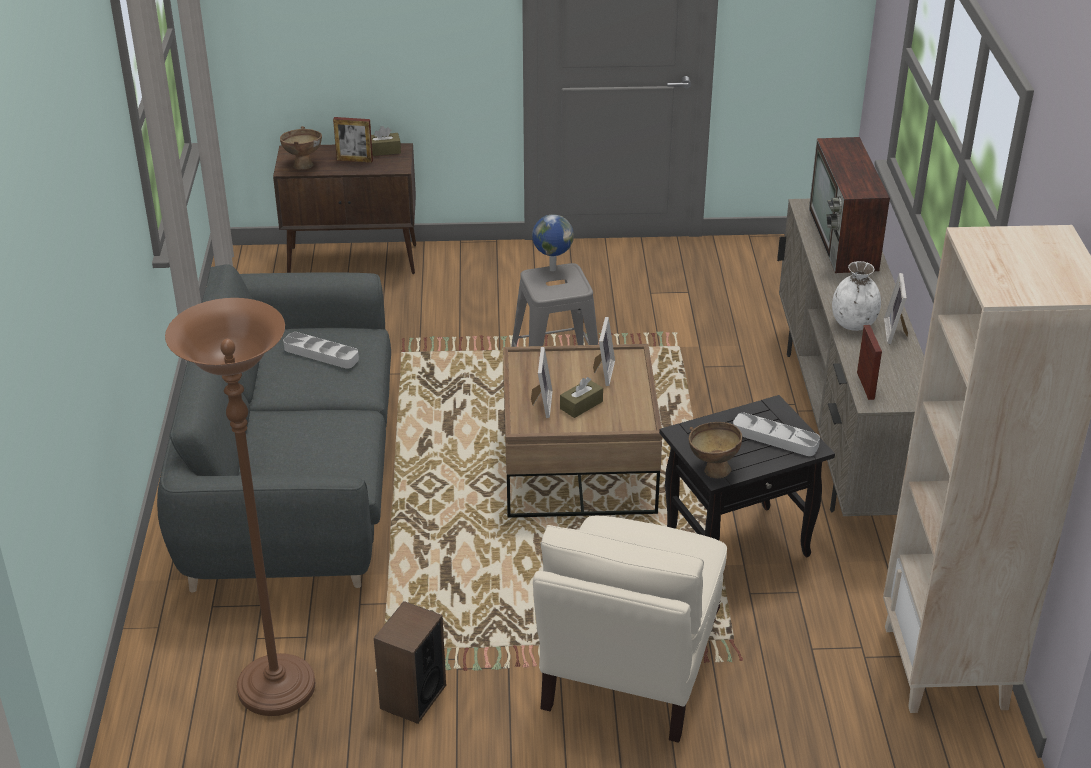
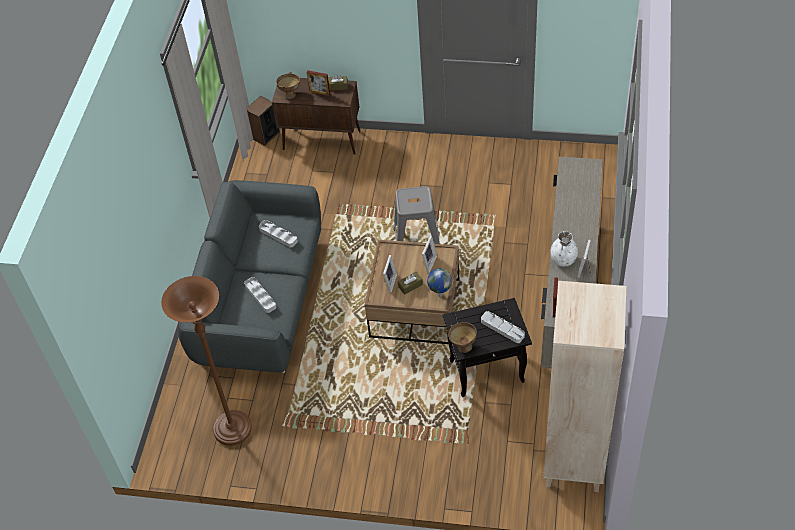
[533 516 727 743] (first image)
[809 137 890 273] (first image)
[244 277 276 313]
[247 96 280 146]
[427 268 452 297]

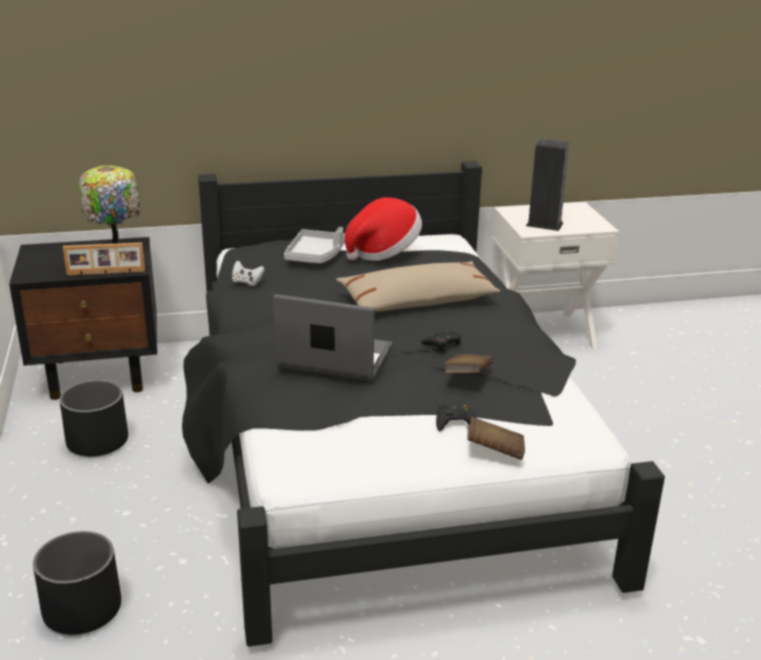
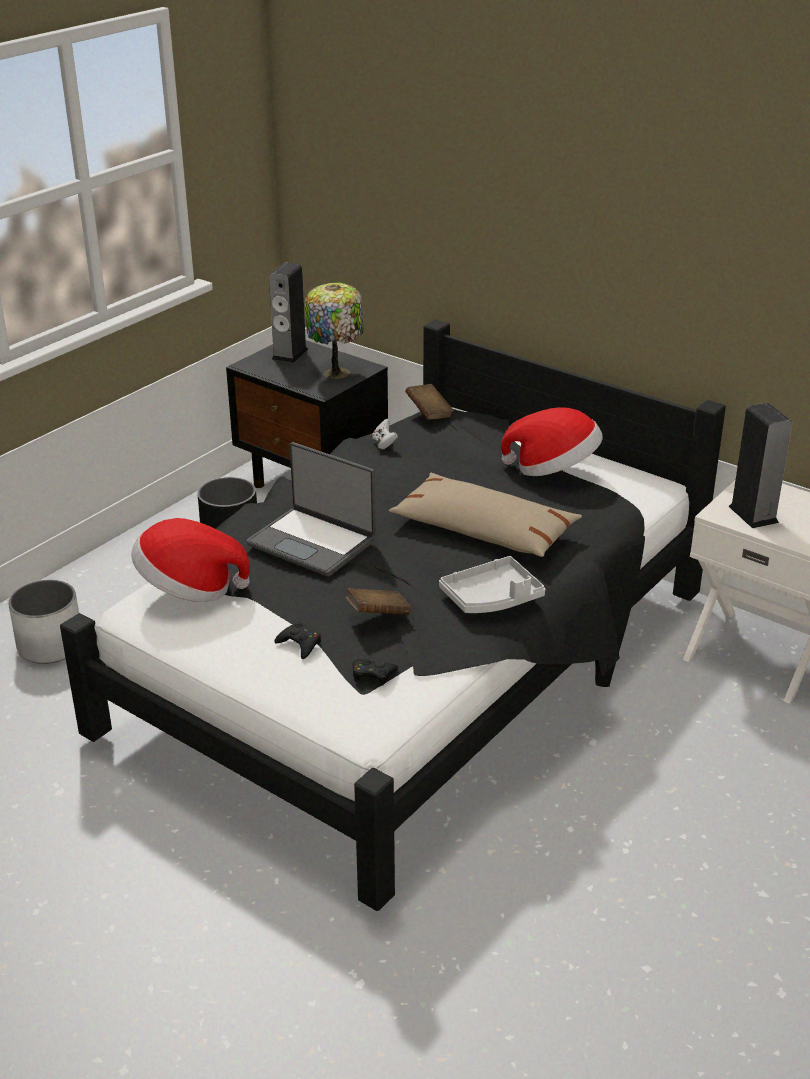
[63 243 145 275] (first image)
[131 518 250 602]
[269 262 308 363]
[439 556 545 613]
[353 659 398 686]
[405 384 454 420]
[8 580 79 664]
[246 442 376 577]

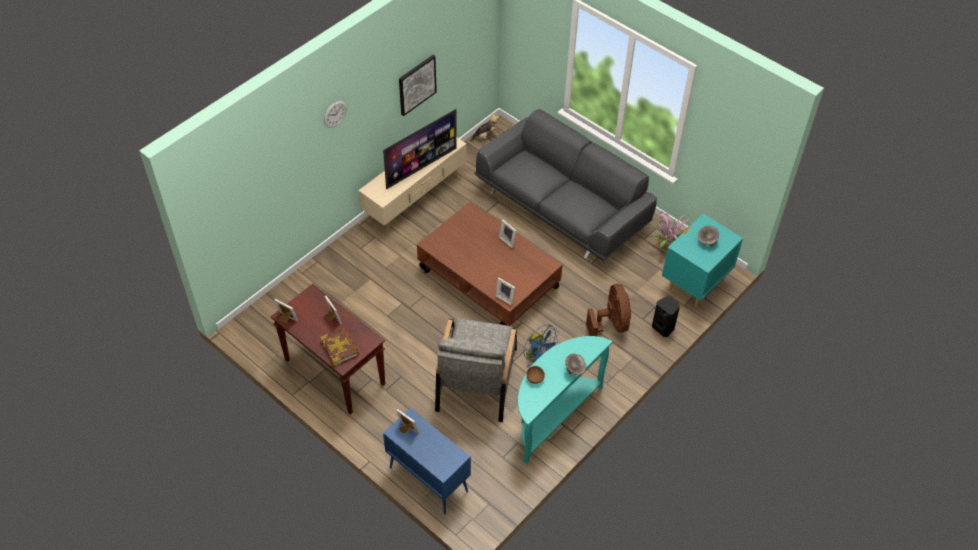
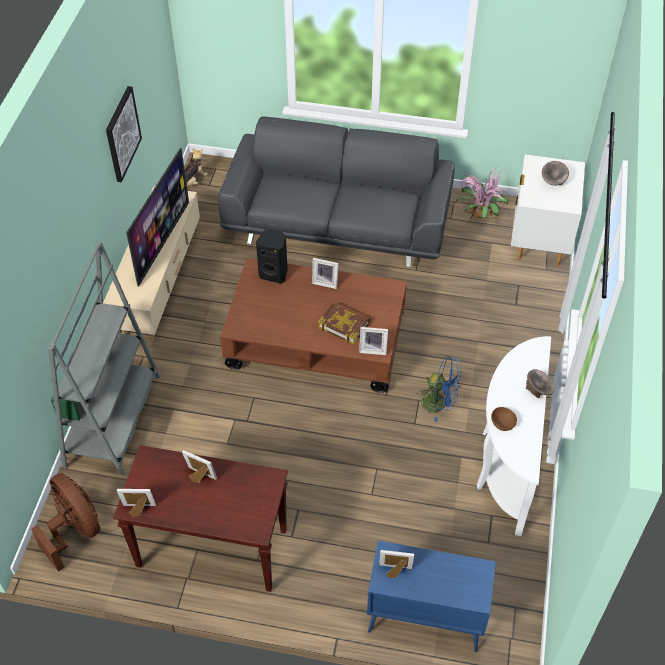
[324 101 346 128] (first image)
[435 319 517 422] (first image)
[48 242 160 476]
[318 302 371 345]
[31 473 100 572]
[256 229 288 284]
[477 336 551 536]
[511 155 585 266]

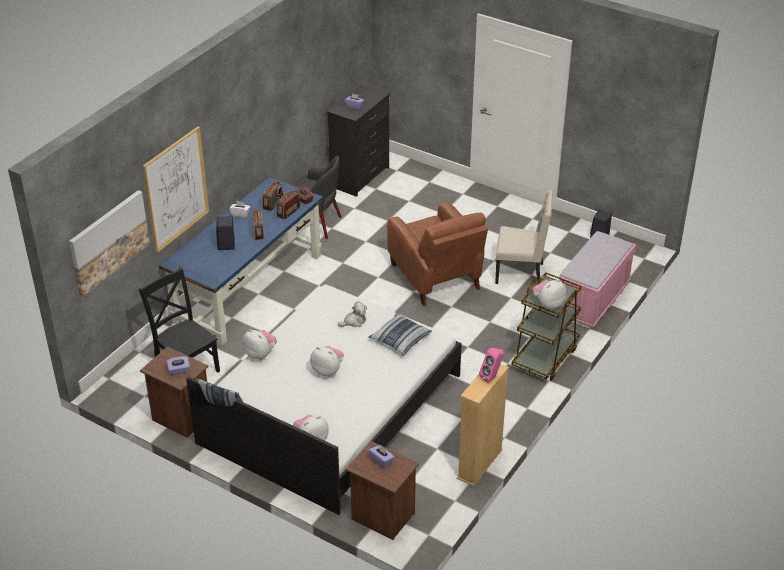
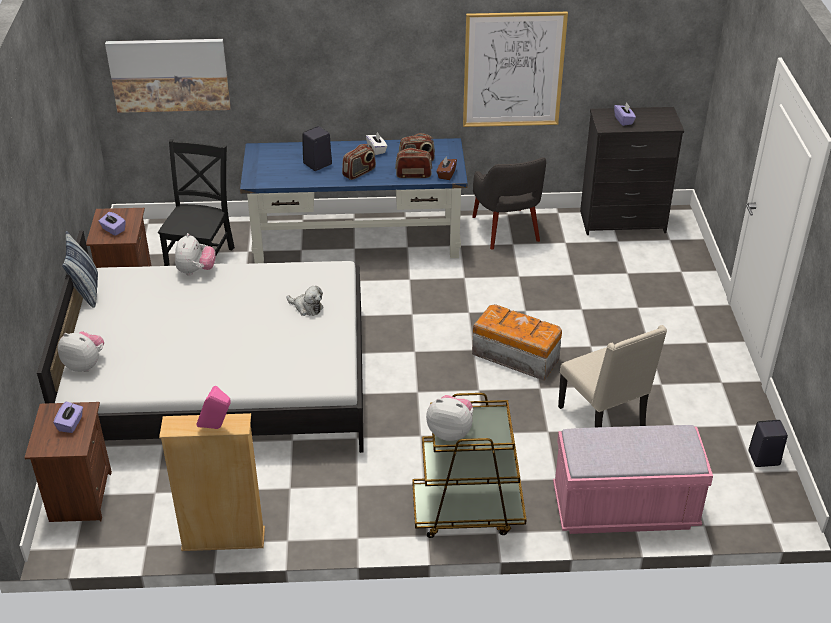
[310 346 344 377] (first image)
[368 313 432 356] (first image)
[463 12 568 127]
[472 304 562 381]

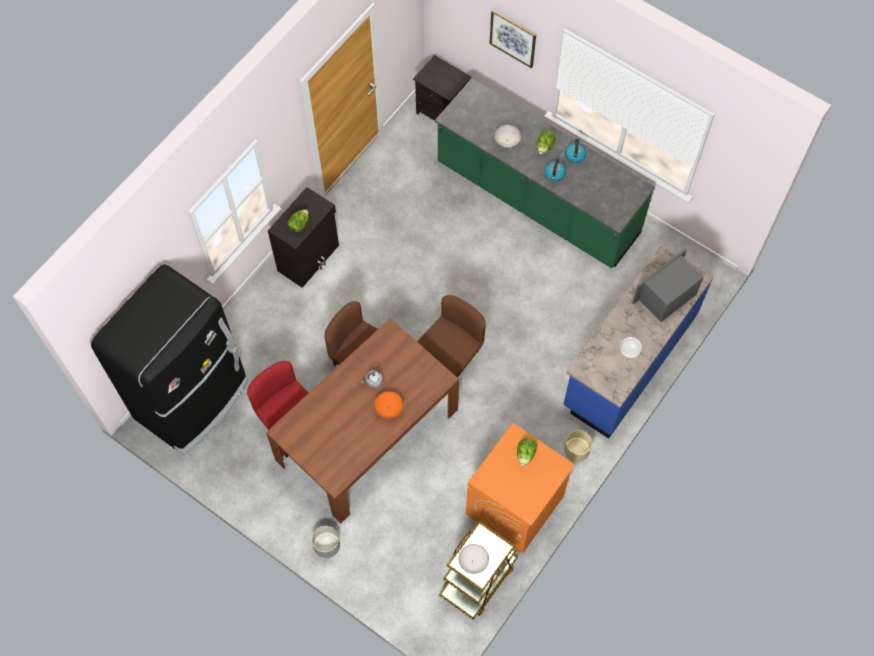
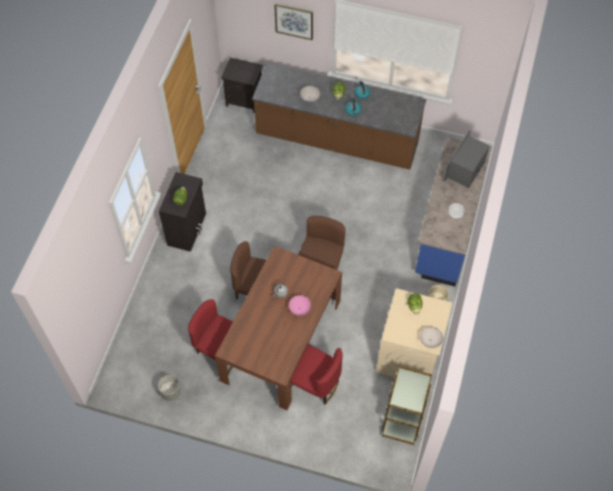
[91 264 249 456] (first image)
[291 344 343 404]
[158 375 181 401]
[420 327 443 348]
[289 295 311 316]
[252 63 426 170]
[376 288 452 377]

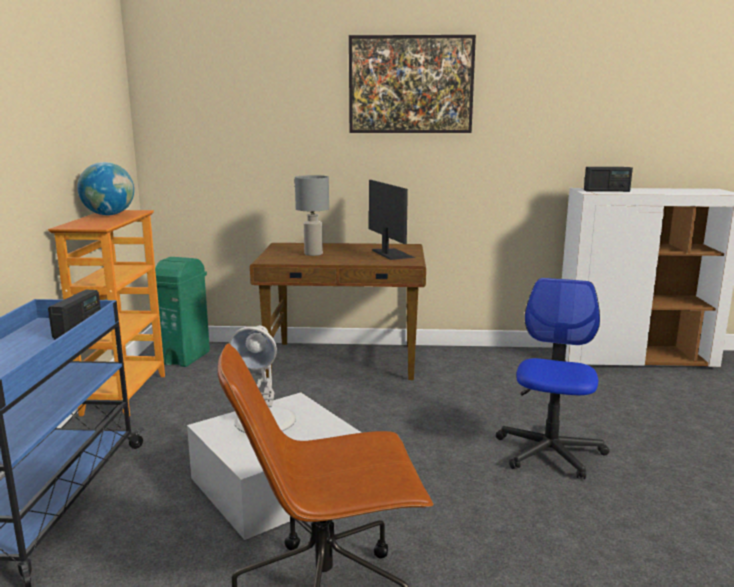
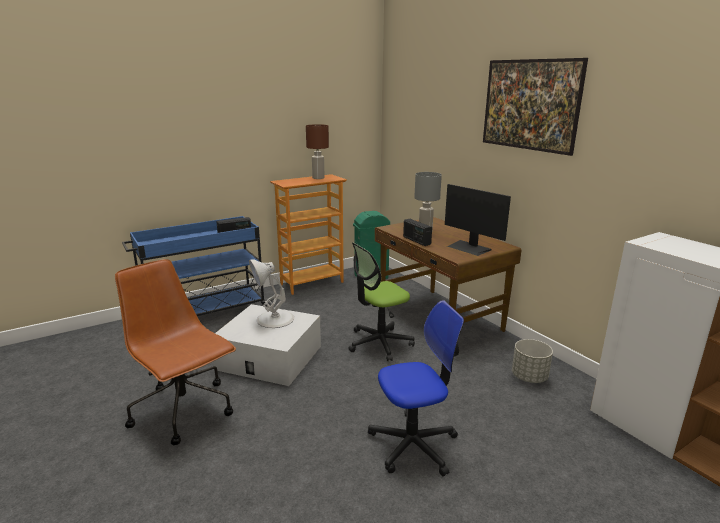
[348 242 415 361]
[512 339 553 383]
[403 219 432 246]
[306 124 329 179]
[445 184 511 256]

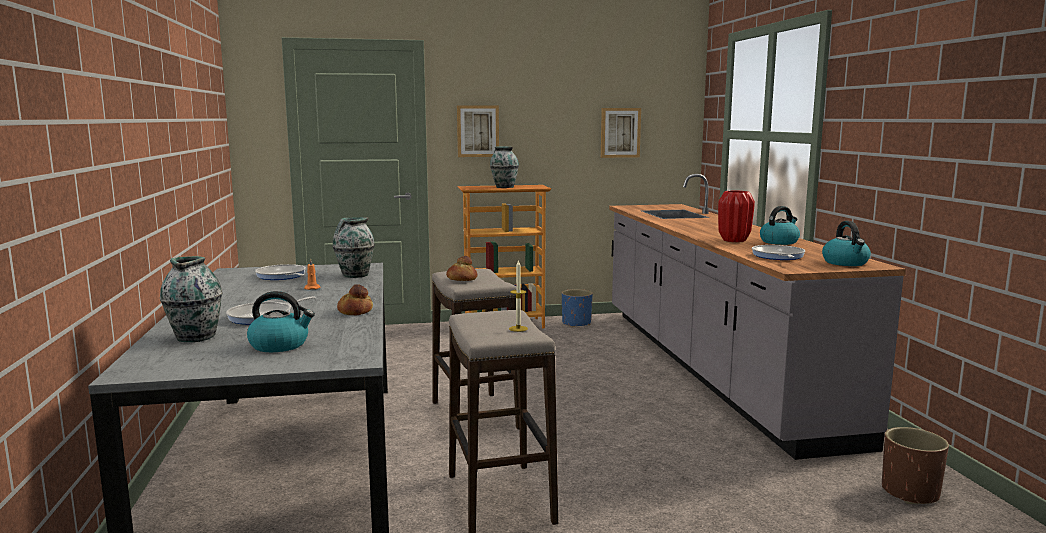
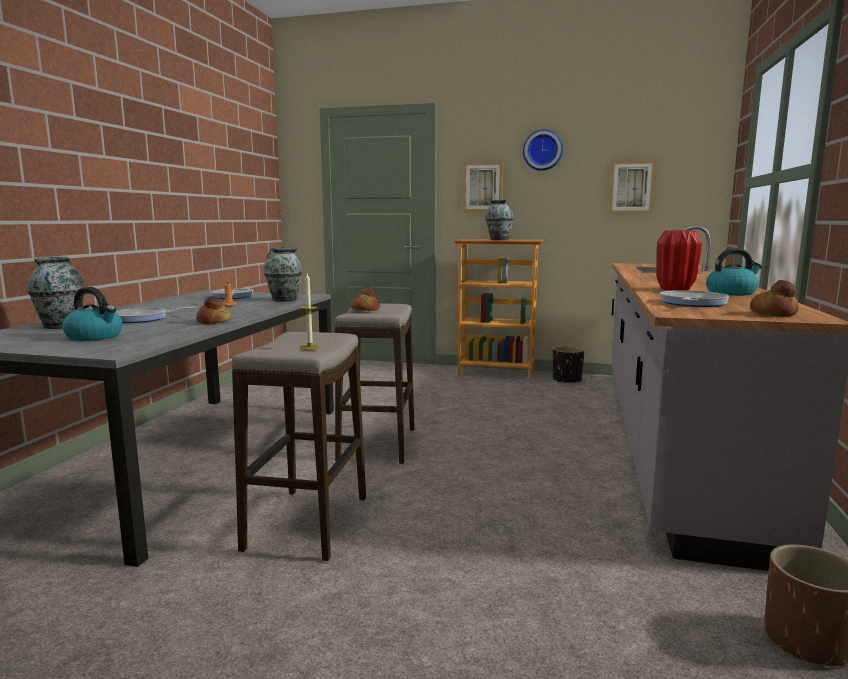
[523 130 563 171]
[750 280 799 317]
[552 346 585 383]

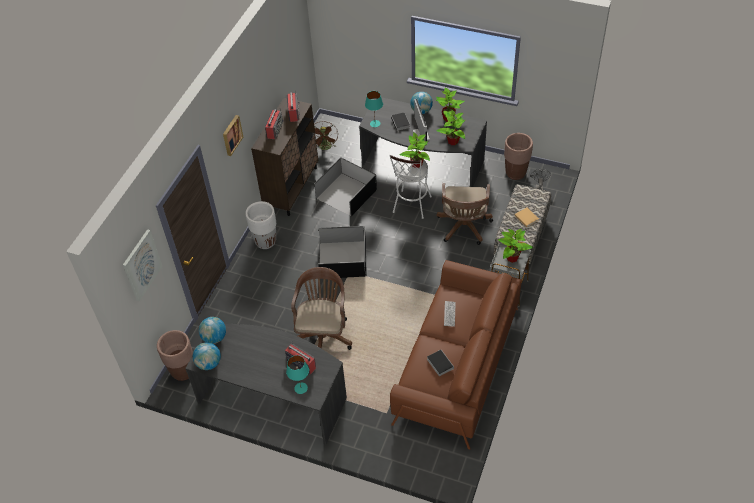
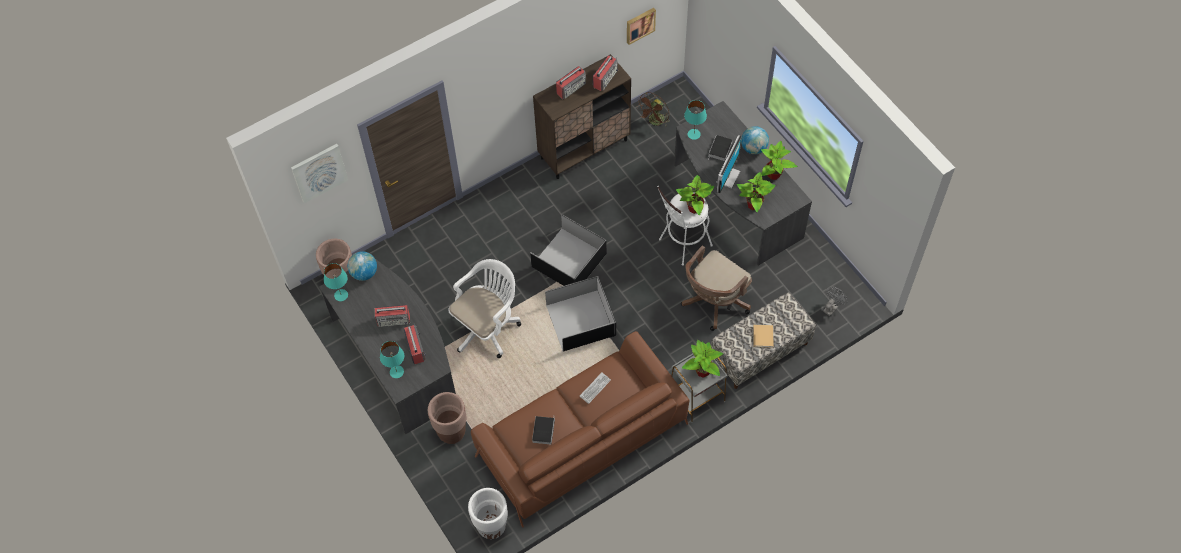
[375 305 410 327]
[627 8 656 45]
[468 488 508 539]
[545 276 616 352]
[428 392 466 444]
[324 263 348 301]
[448 259 521 358]

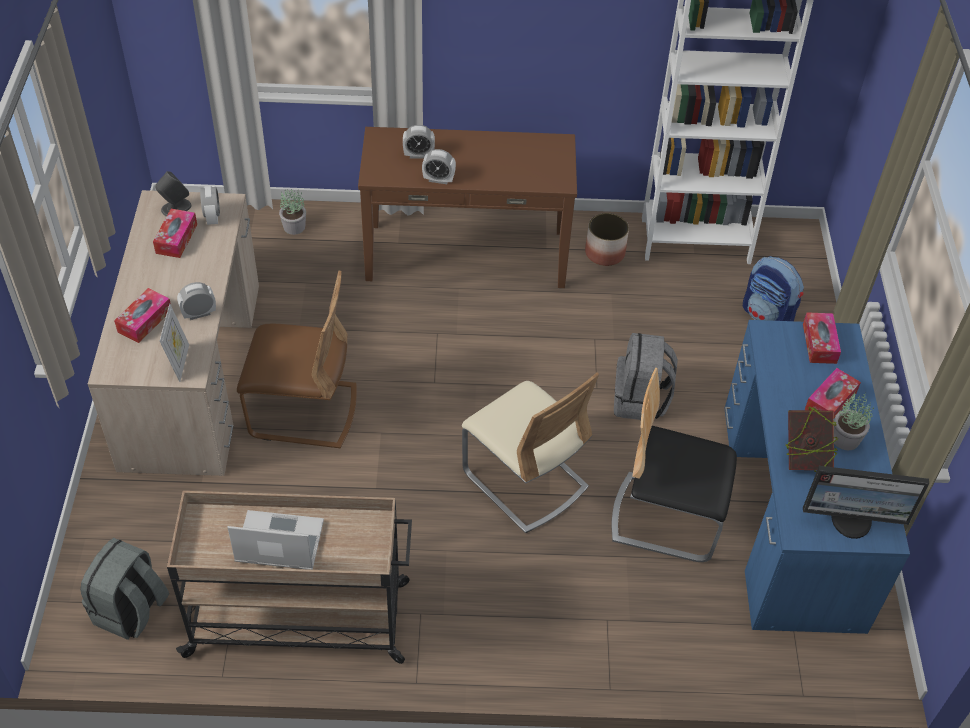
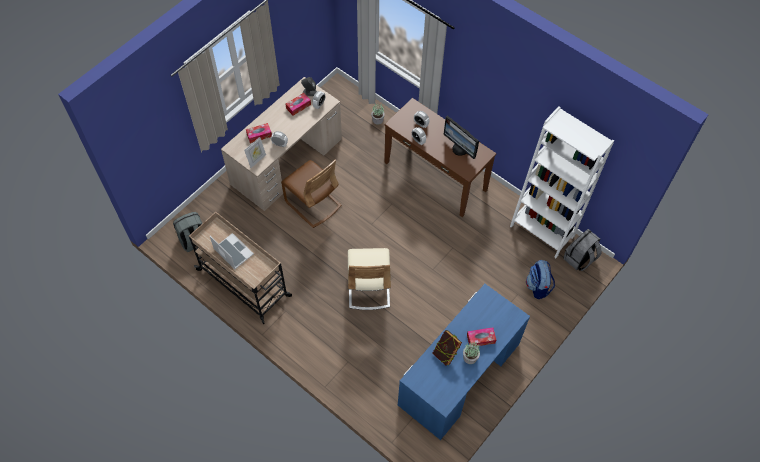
[585 213 629 266] (first image)
[611 368 737 562] (first image)
[803 312 841 364] (first image)
[563 229 602 271]
[444 116 479 159]

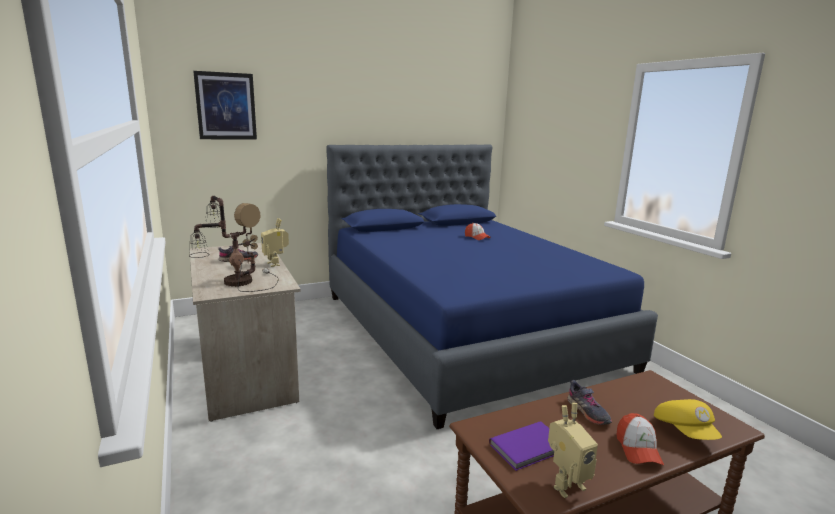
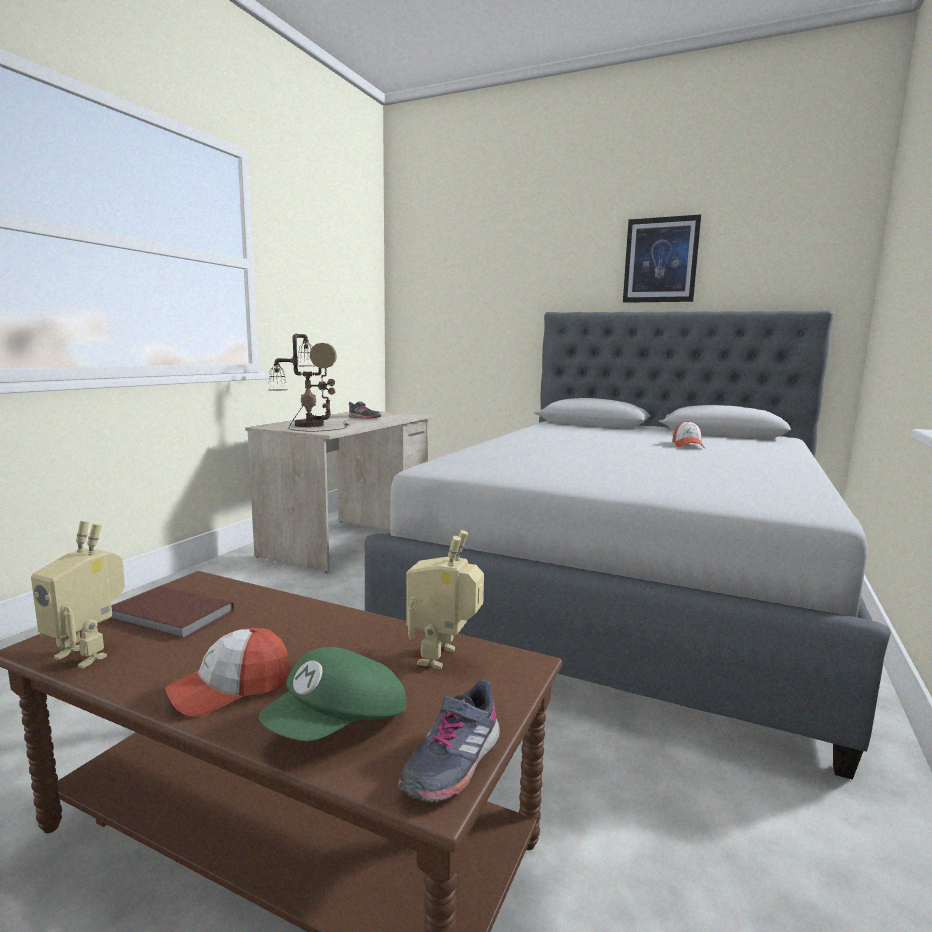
[623 215 701 303]
[406 530 484 669]
[398 680 500 802]
[365 310 891 780]
[108 586 234 639]
[259 647 406 741]

